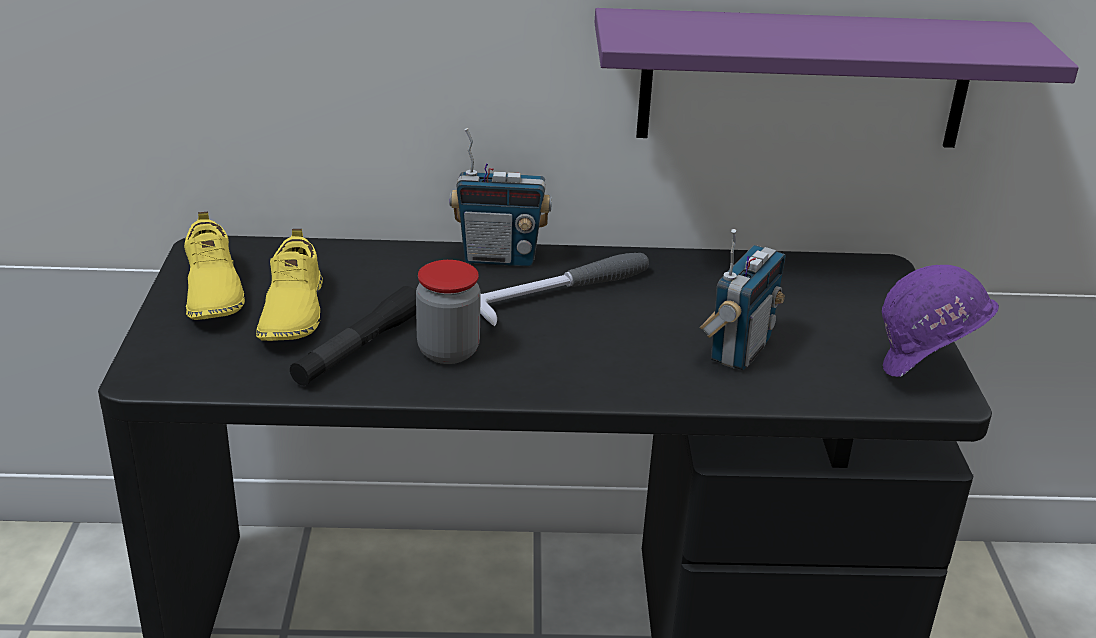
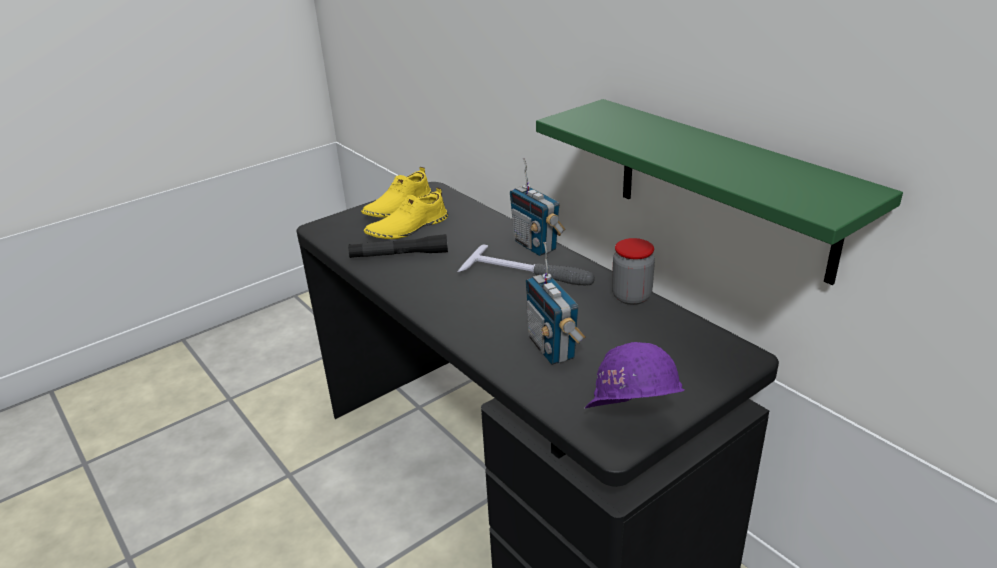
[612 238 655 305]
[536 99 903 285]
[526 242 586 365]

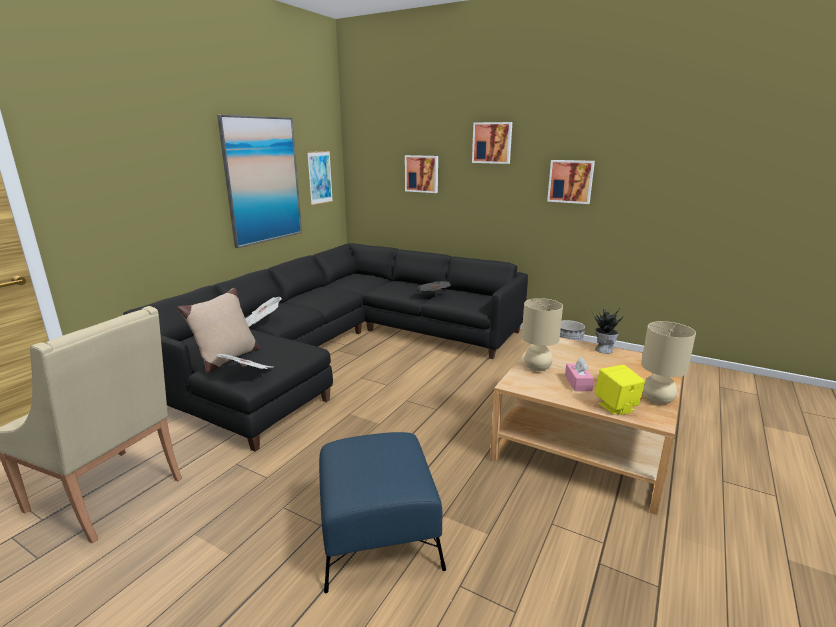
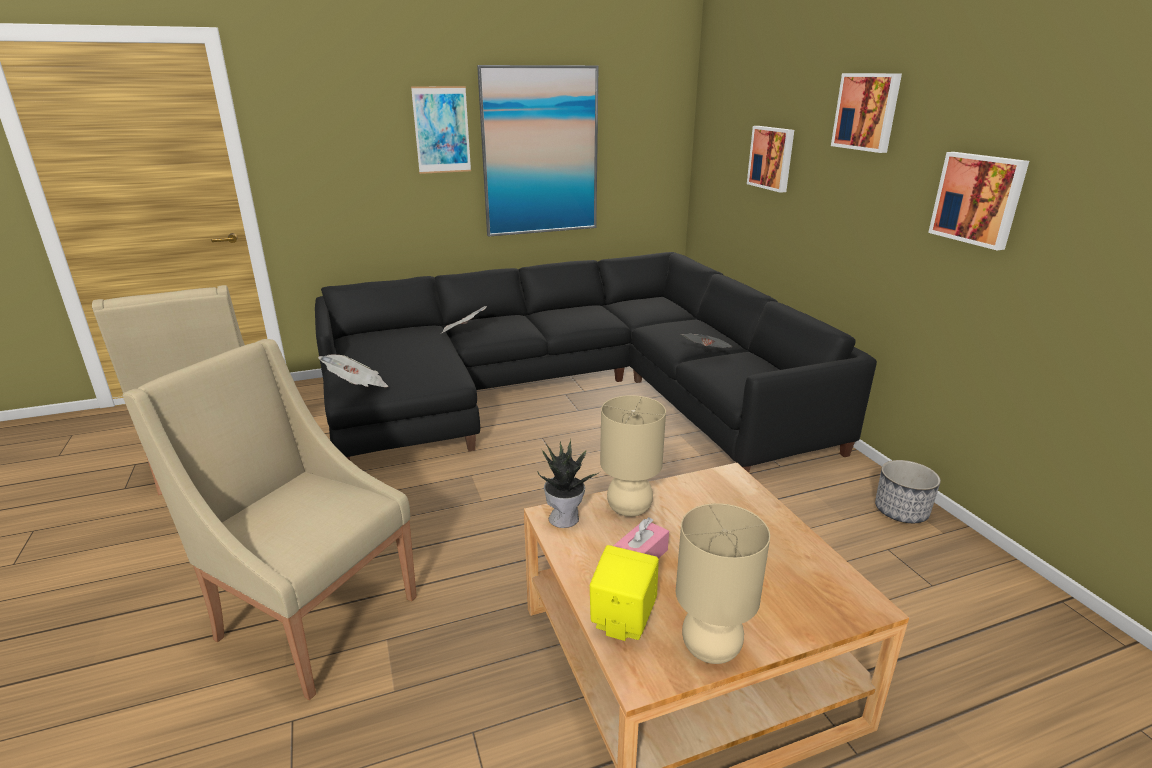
[177 288 260 373] (first image)
[411 86 471 174]
[537 440 600 528]
[122 339 417 700]

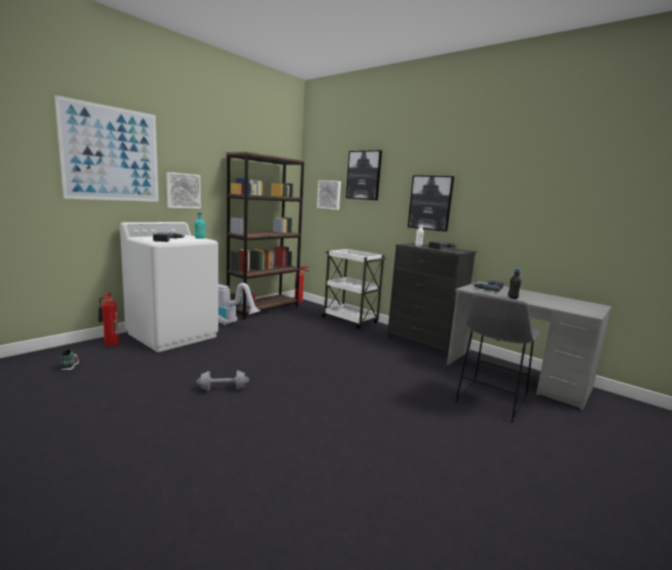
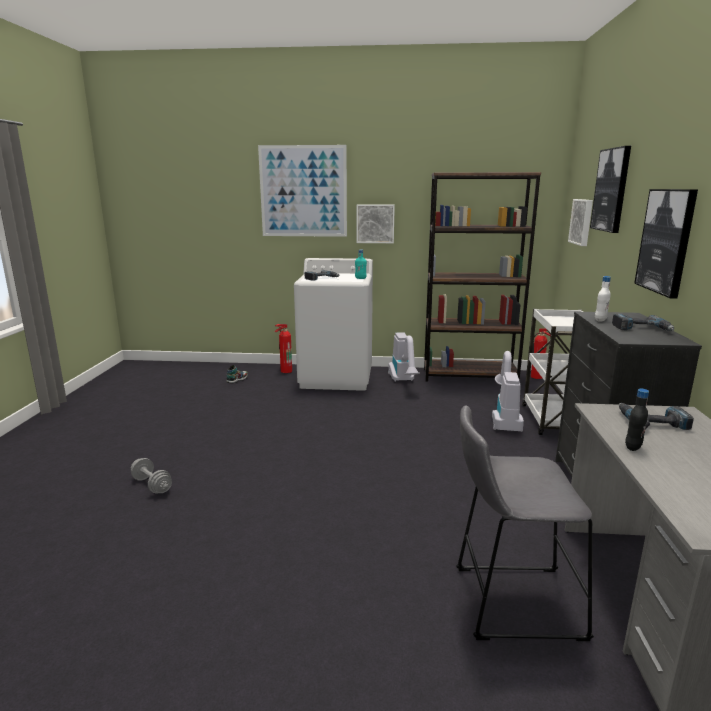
[492 351 524 432]
[131 458 172 494]

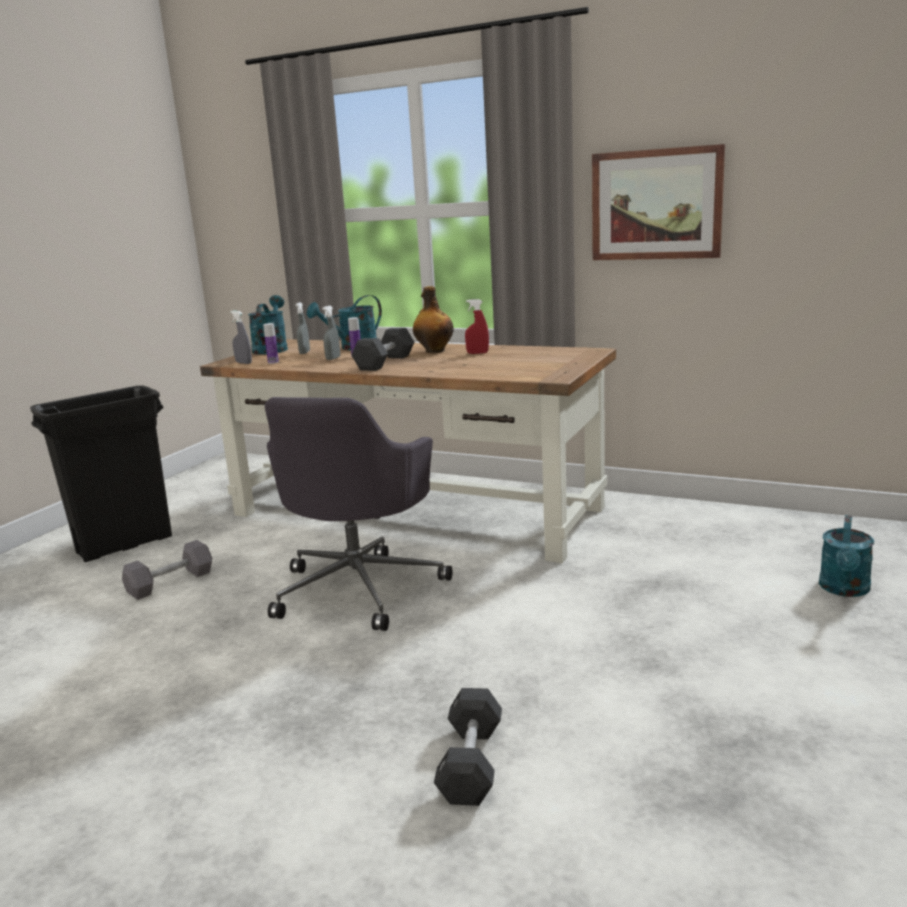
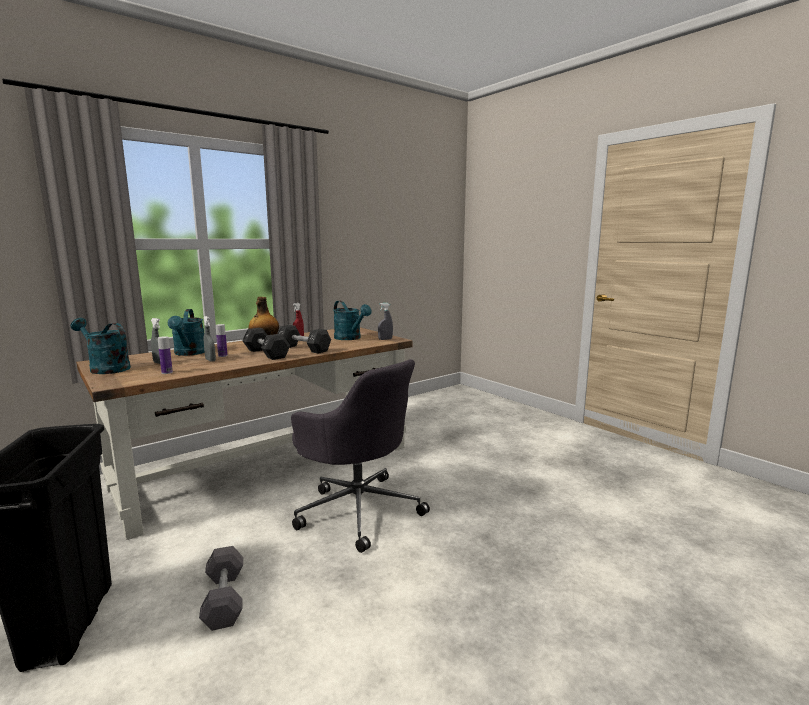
[592 144 725 260] (first image)
[378 303 393 340]
[277 325 331 354]
[334 301 372 340]

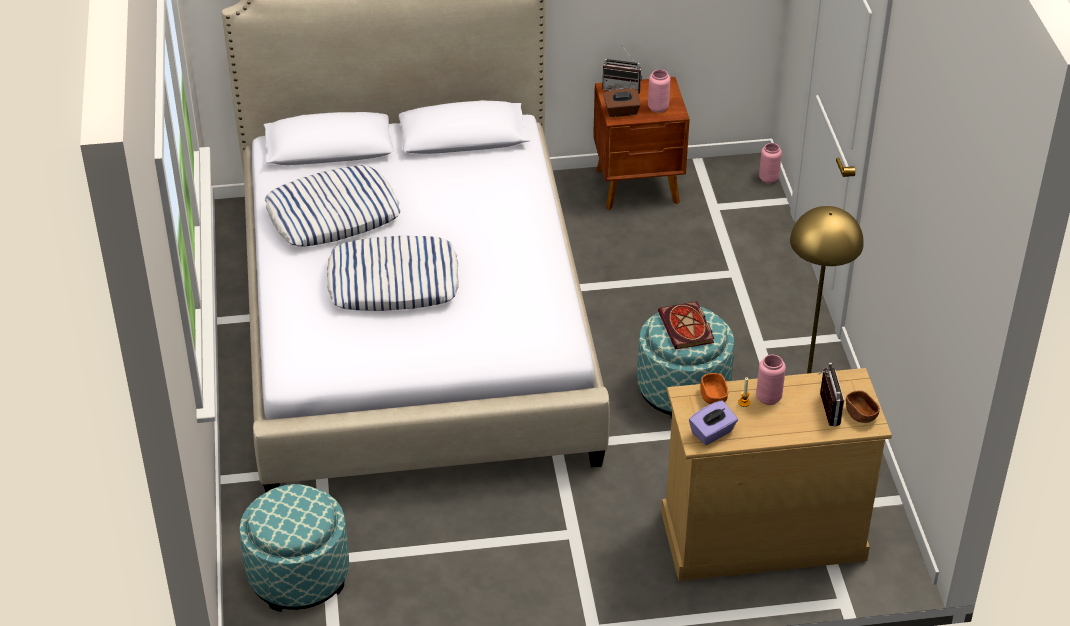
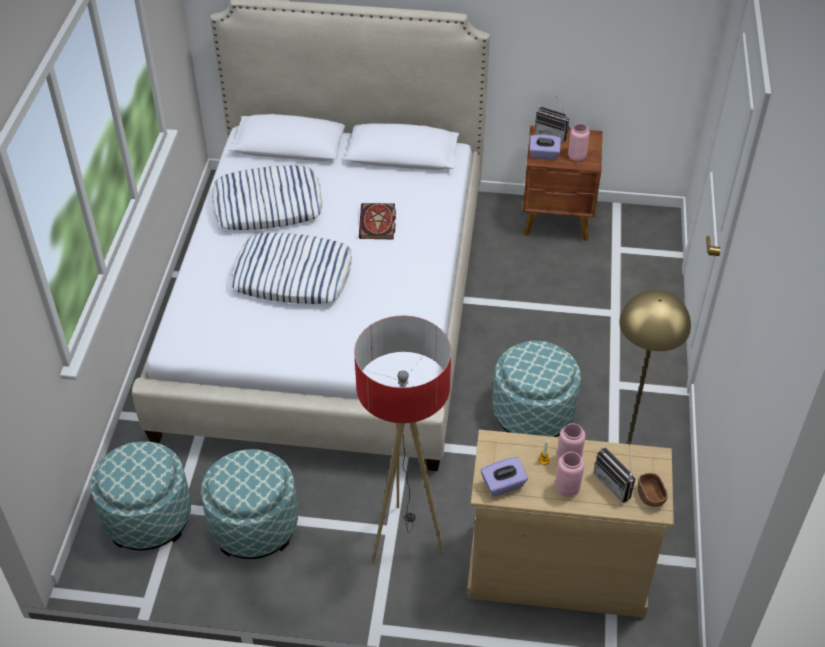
[700 373 728 404] (first image)
[201 449 298 559]
[354 316 451 564]
[359 203 396 239]
[555 452 584 497]
[530 134 561 160]
[594 442 635 503]

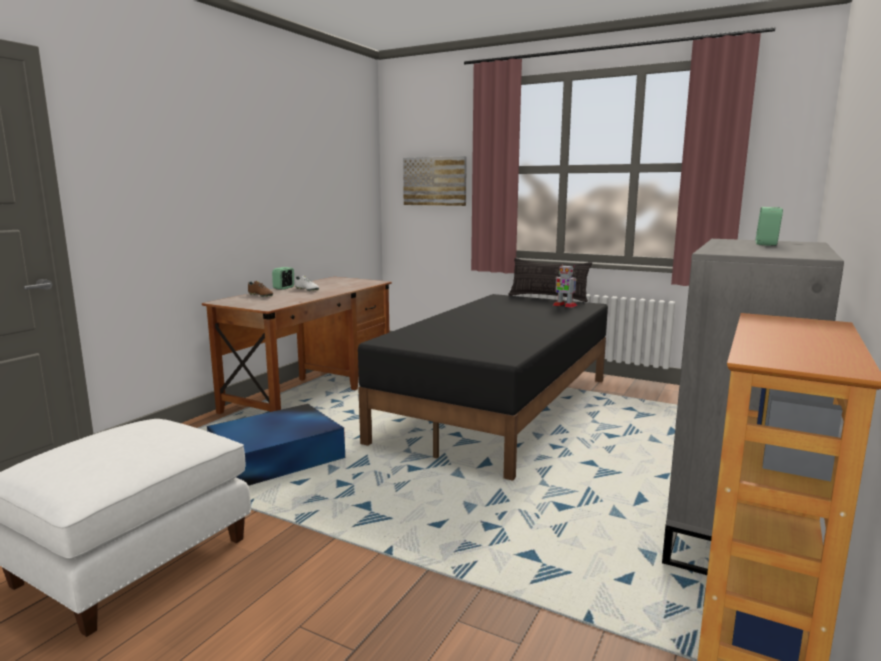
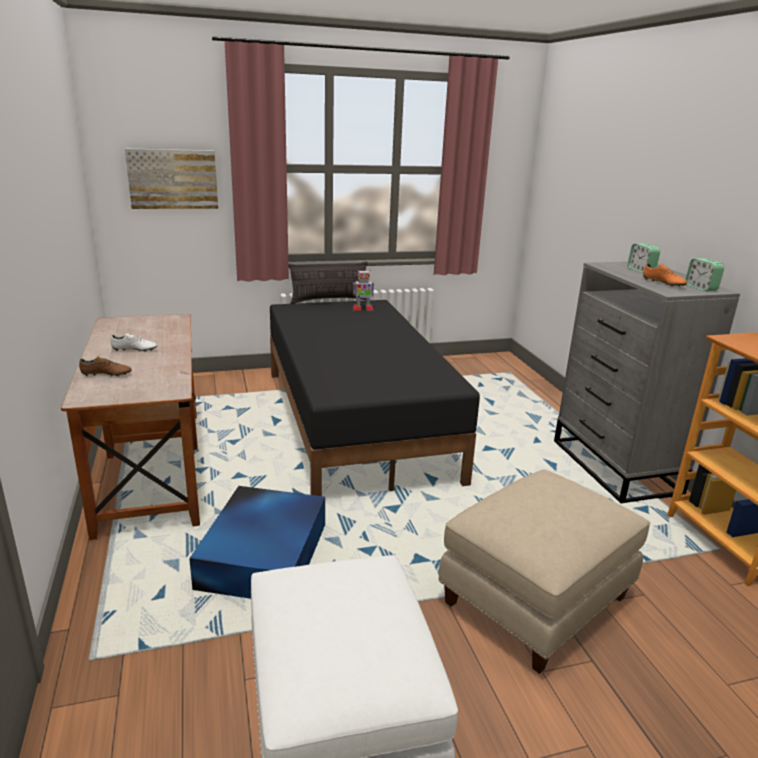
[439 469 650 674]
[643 263 687 287]
[685 258 724 291]

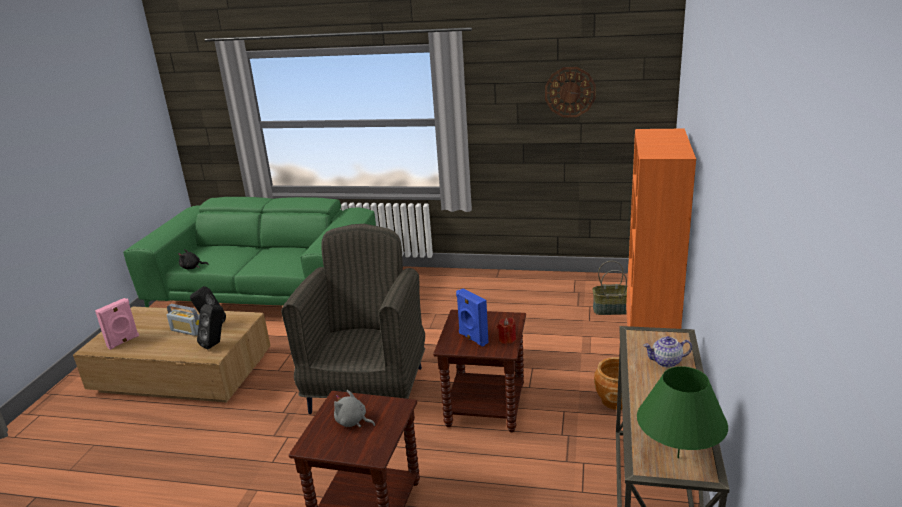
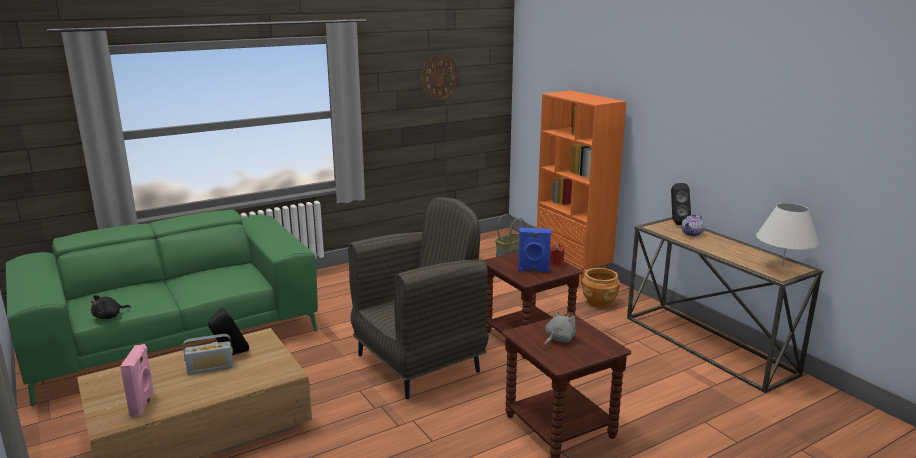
[671 183 691 225]
[756 203 819 268]
[348 197 489 399]
[544 310 576 346]

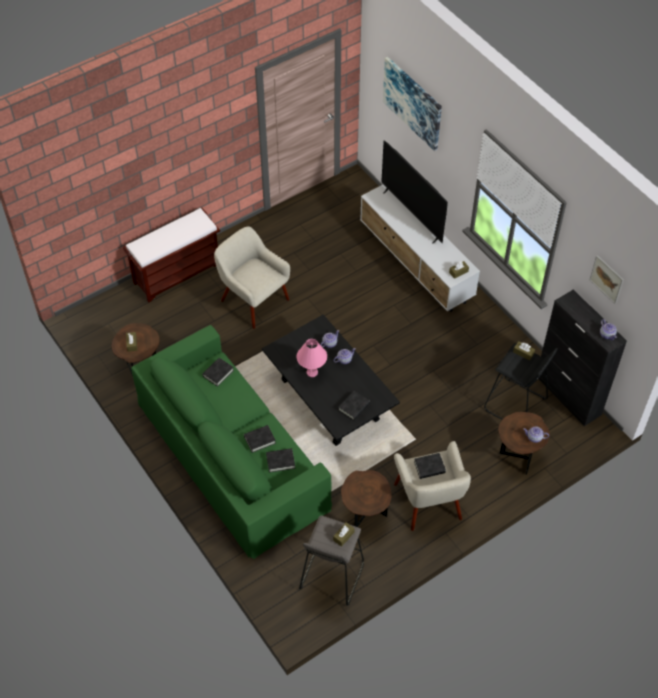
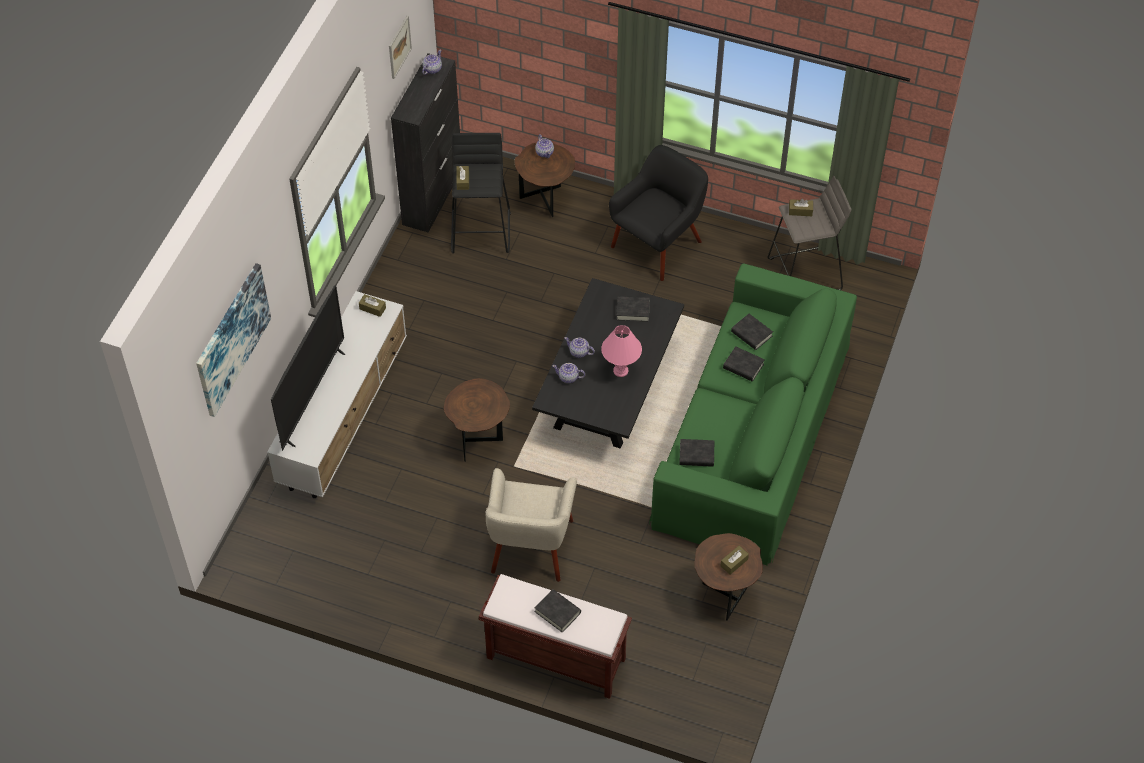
[444 378 510 462]
[535 589 581 633]
[609 145 708 281]

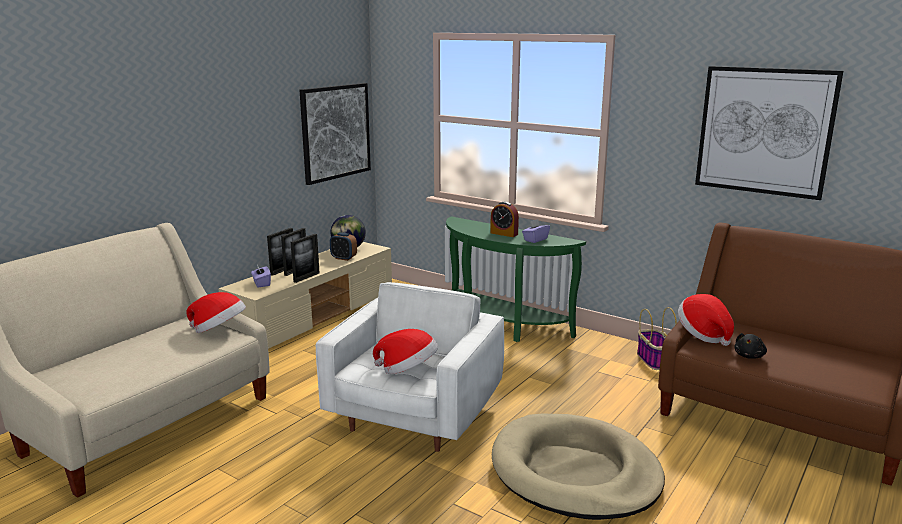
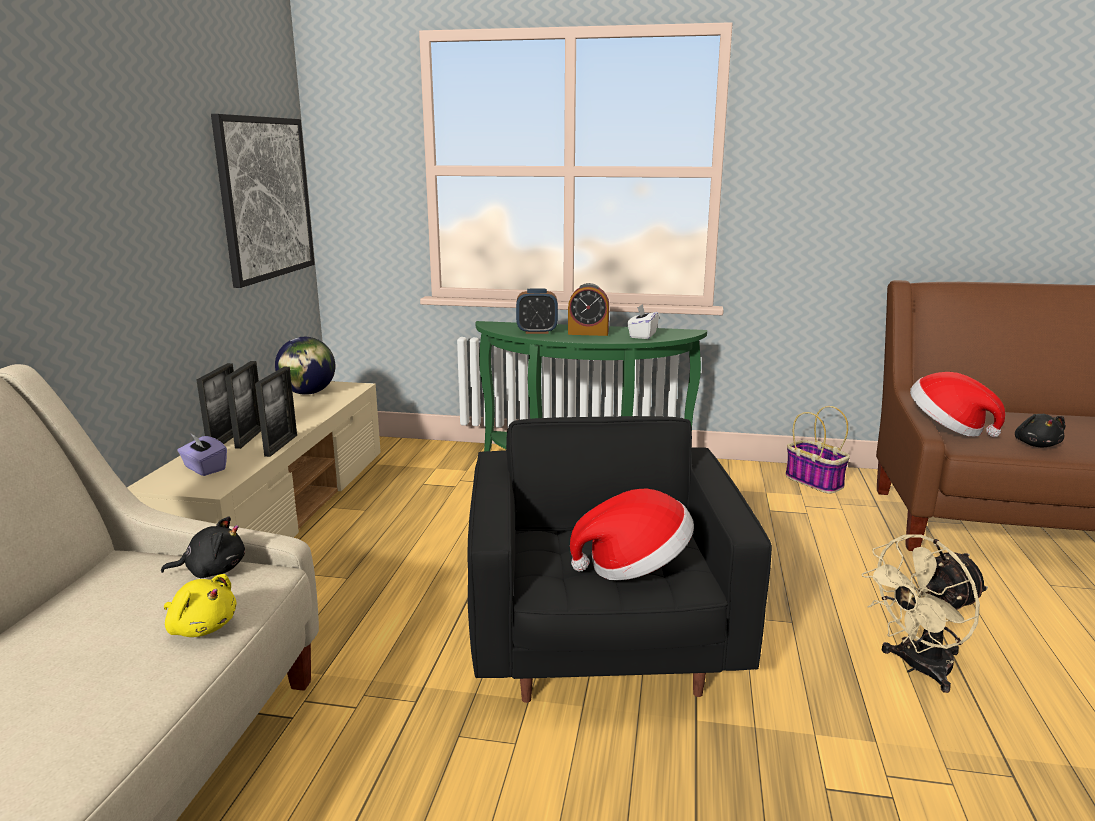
[695 66 843 200] (first image)
[164 574 236 637]
[516 288 558 334]
[161 516 245 578]
[862 534 988 693]
[467 416 772 703]
[627 304 659 339]

